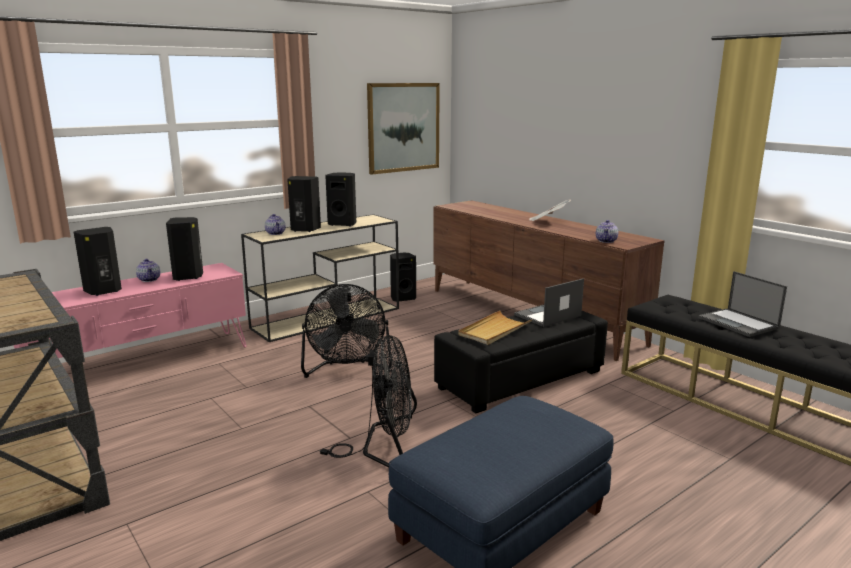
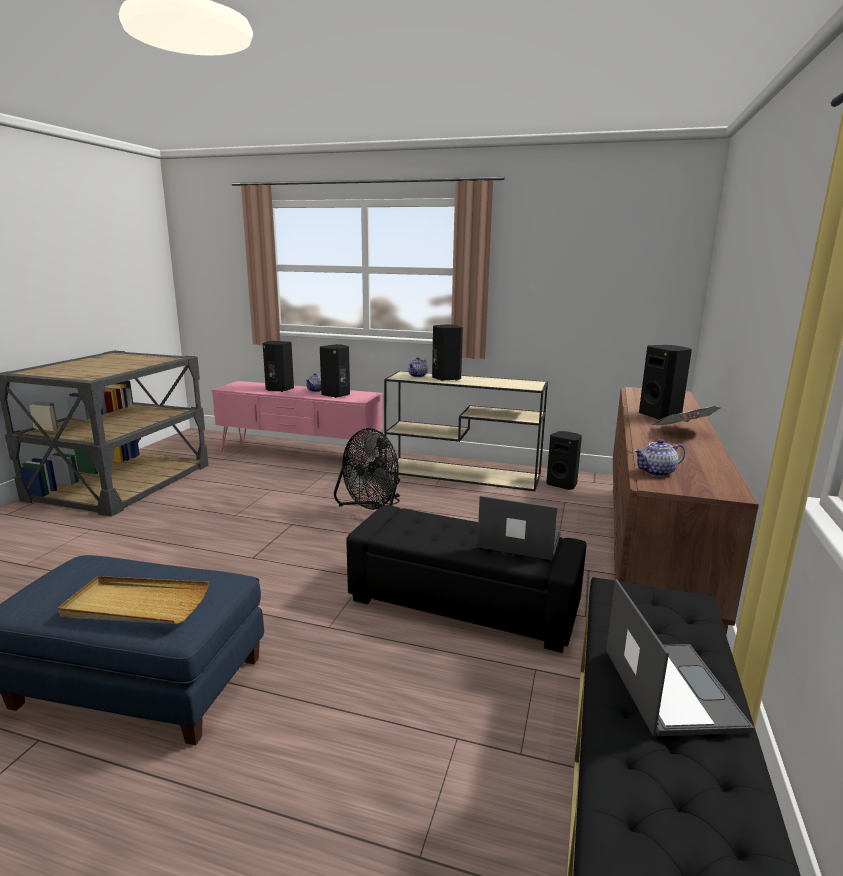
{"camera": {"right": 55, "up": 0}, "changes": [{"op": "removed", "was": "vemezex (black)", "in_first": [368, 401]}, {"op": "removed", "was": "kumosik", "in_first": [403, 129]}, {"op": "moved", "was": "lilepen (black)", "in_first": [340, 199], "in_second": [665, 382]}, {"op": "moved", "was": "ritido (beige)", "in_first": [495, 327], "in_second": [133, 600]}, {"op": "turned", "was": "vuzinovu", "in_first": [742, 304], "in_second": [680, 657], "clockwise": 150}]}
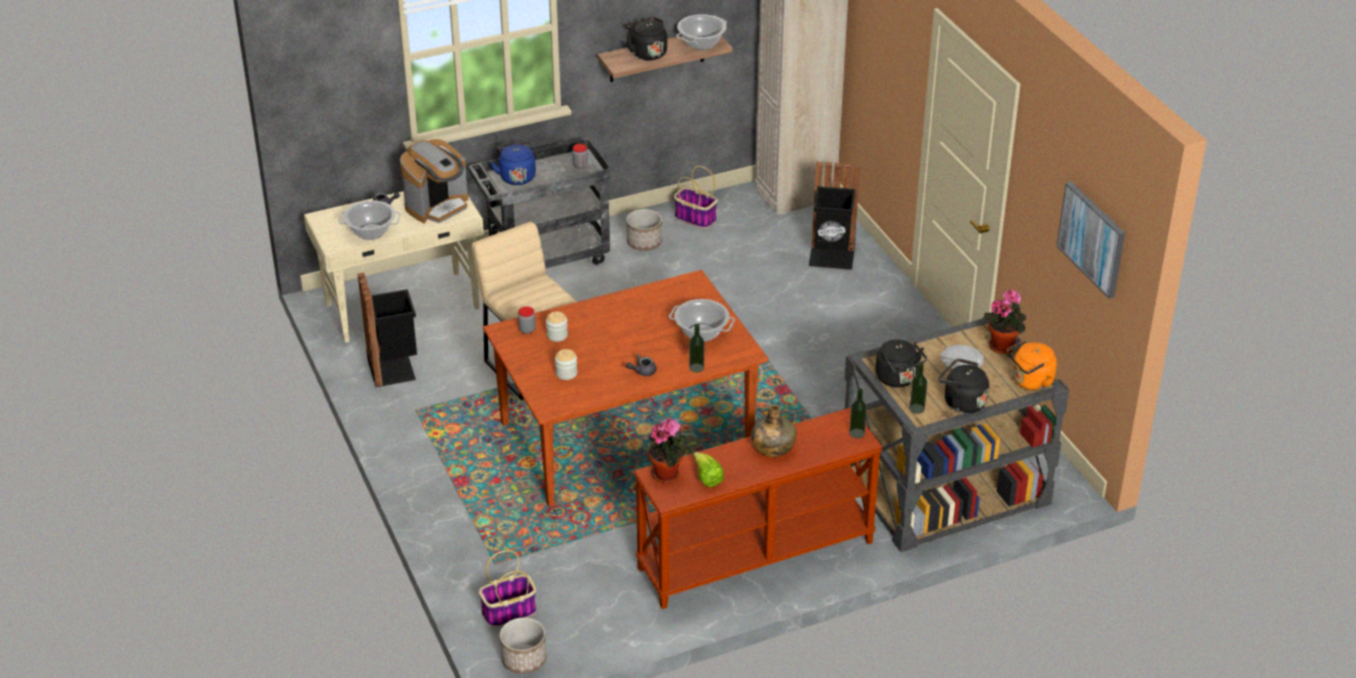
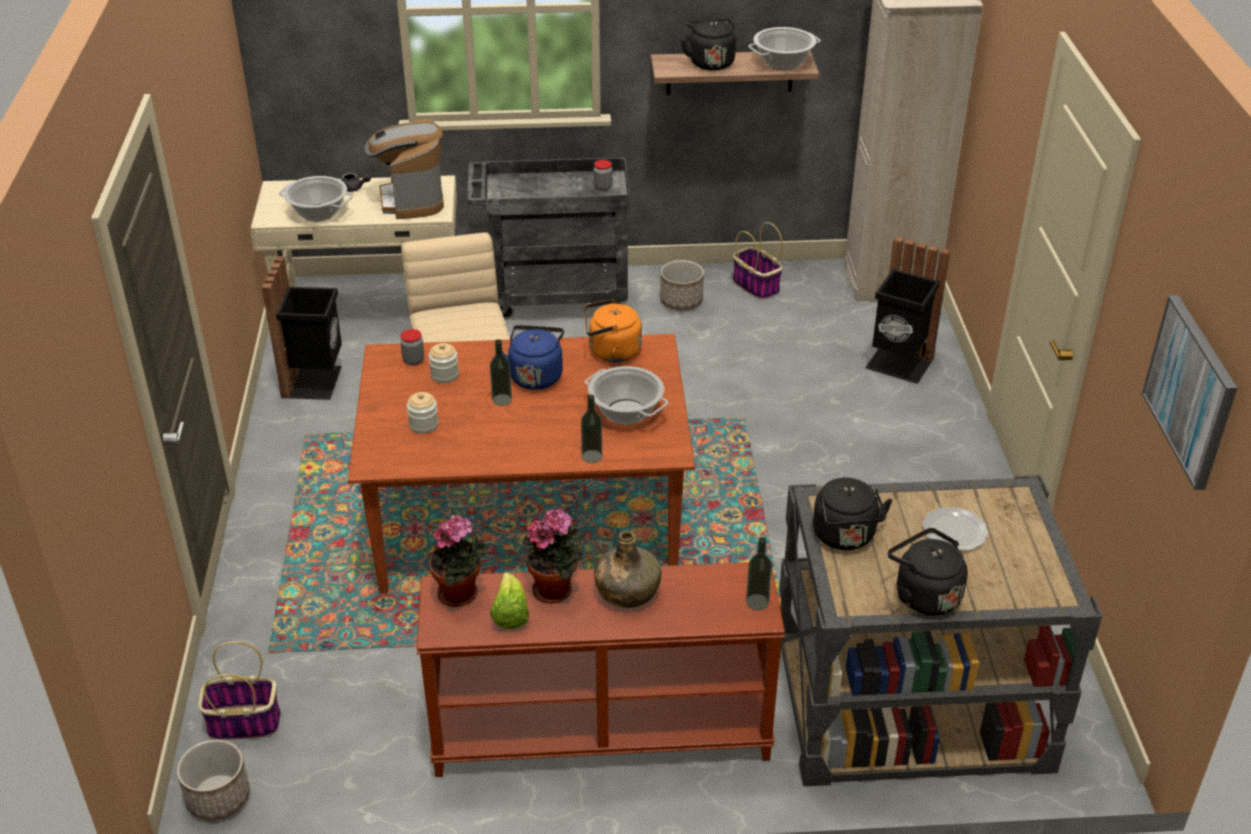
{"camera": {"right": 20, "up": 0}, "changes": [{"op": "removed", "was": "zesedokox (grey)", "in_first": [641, 365]}, {"op": "moved", "was": "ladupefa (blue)", "in_first": [513, 163], "in_second": [533, 357]}, {"op": "moved", "was": "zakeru", "in_first": [918, 388], "in_second": [501, 372]}, {"op": "moved", "was": "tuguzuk", "in_first": [1005, 322], "in_second": [553, 556]}, {"op": "moved", "was": "ladupefa (orange)", "in_first": [1032, 365], "in_second": [613, 331]}, {"op": "turned", "was": "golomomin", "in_first": [434, 181], "in_second": [404, 169], "clockwise": 105}]}
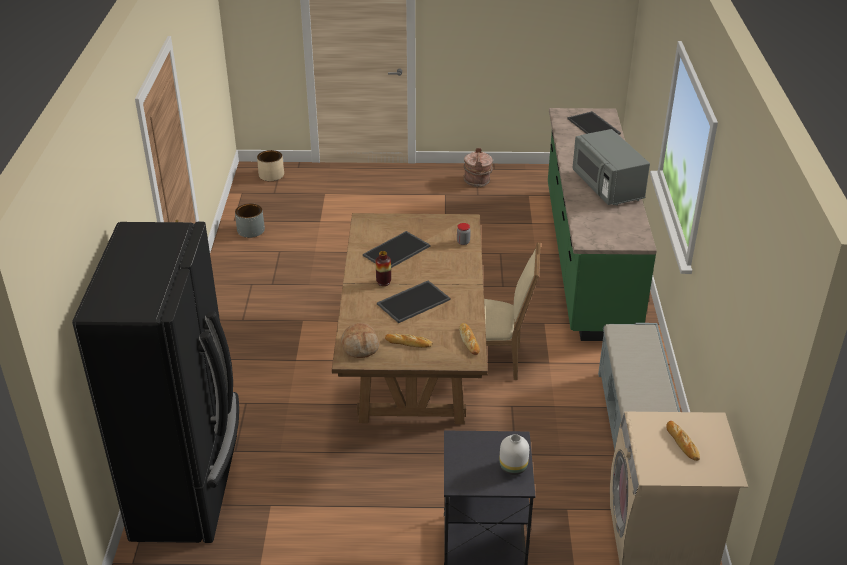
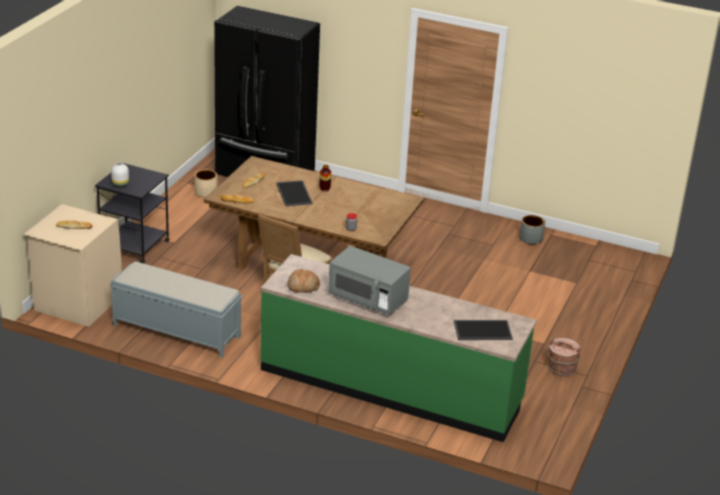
{"camera": {"right": 110, "up": -5}, "changes": [{"op": "removed", "was": "ritido", "in_first": [396, 249]}, {"op": "moved", "was": "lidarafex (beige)", "in_first": [270, 165], "in_second": [206, 184]}, {"op": "moved", "was": "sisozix", "in_first": [360, 340], "in_second": [303, 281]}, {"op": "turned", "was": "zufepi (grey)", "in_first": [611, 167], "in_second": [369, 280], "clockwise": -150}]}
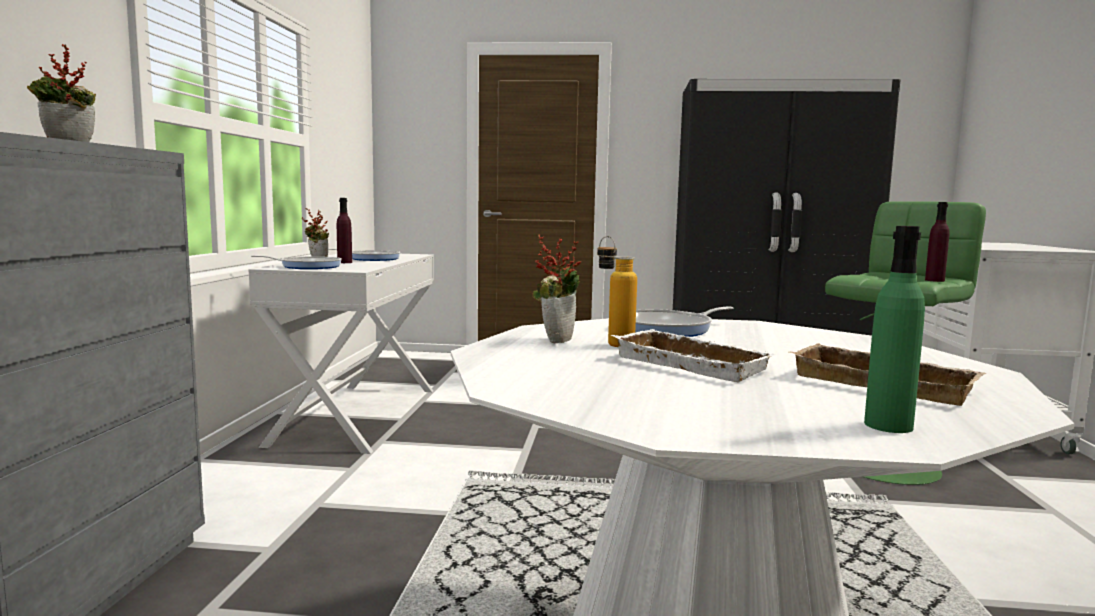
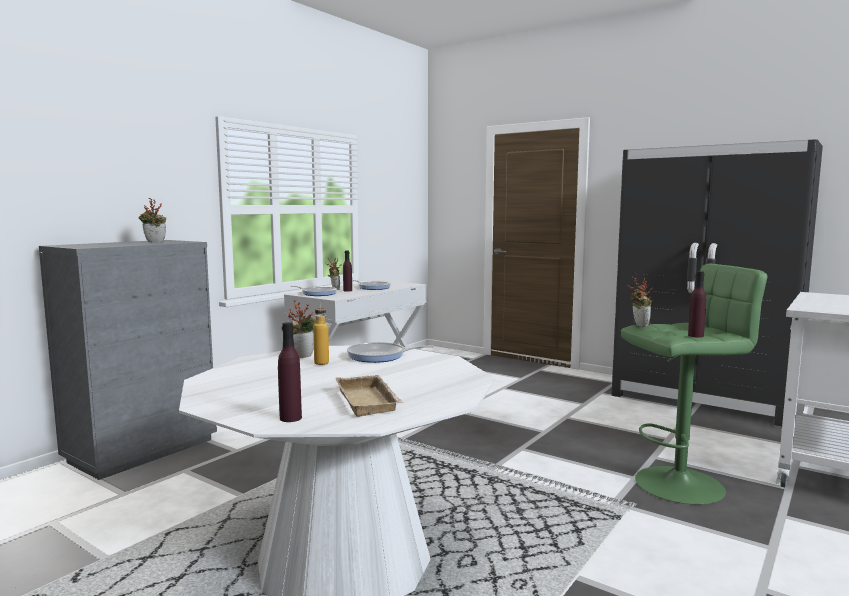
{"camera": {"right": 30, "up": 0}, "changes": [{"op": "removed", "was": "ritido (white)", "in_first": [695, 355]}, {"op": "added", "now": "tuguzuk", "in_second": [640, 302]}, {"op": "recoloured", "was": "zakeru (green)", "now": "zakeru (purple)", "in_first": [894, 329], "in_second": [290, 372]}]}
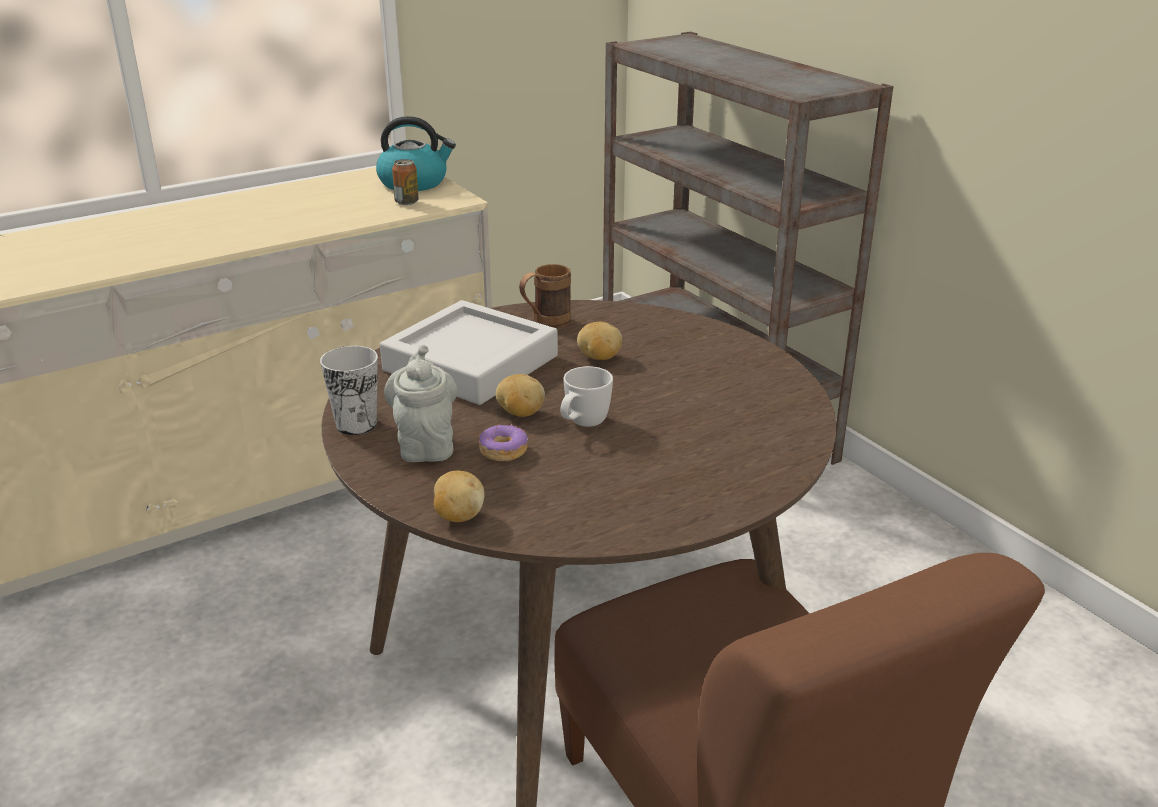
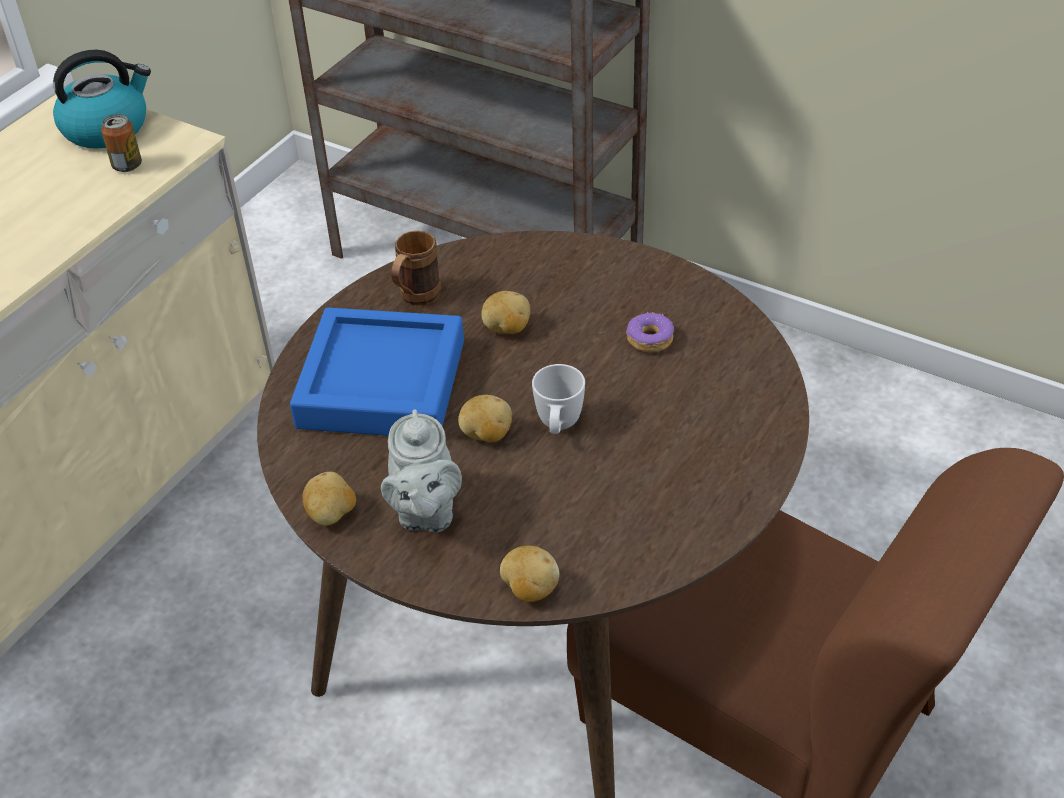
{"camera": {"right": -25, "up": 15}, "changes": [{"op": "moved", "was": "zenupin", "in_first": [503, 442], "in_second": [650, 331]}, {"op": "replaced", "was": "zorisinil", "now": "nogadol", "in_first": [349, 390], "in_second": [329, 498]}, {"op": "recoloured", "was": "ritido (grey)", "now": "ritido (blue)", "in_first": [469, 352], "in_second": [377, 371]}, {"op": "turned", "was": "zesedokox (grey)", "in_first": [421, 403], "in_second": [421, 470], "clockwise": -150}]}
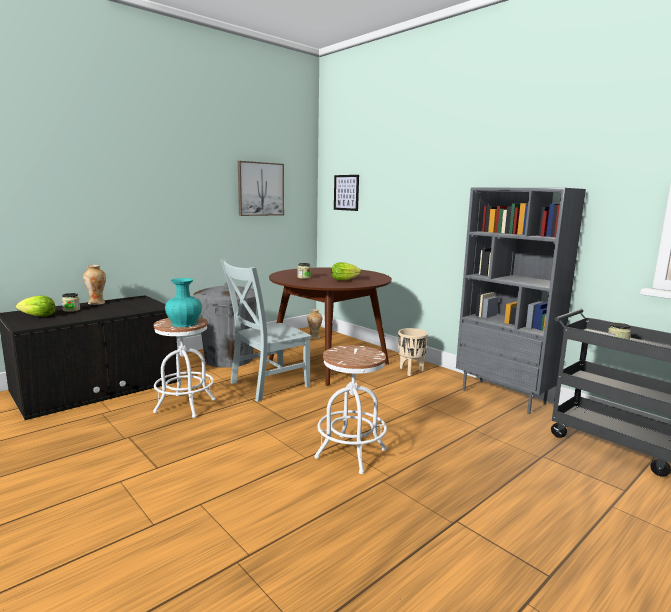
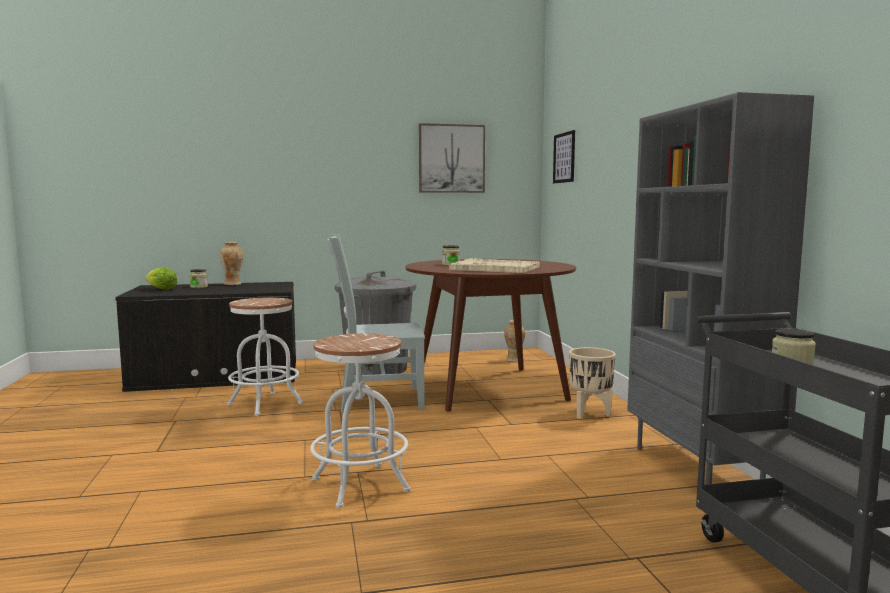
{"camera": {"right": 30, "up": -5}, "changes": [{"op": "removed", "was": "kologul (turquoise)", "in_first": [183, 302]}, {"op": "replaced", "was": "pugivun", "now": "ritido (beige)", "in_first": [346, 271], "in_second": [494, 265]}]}
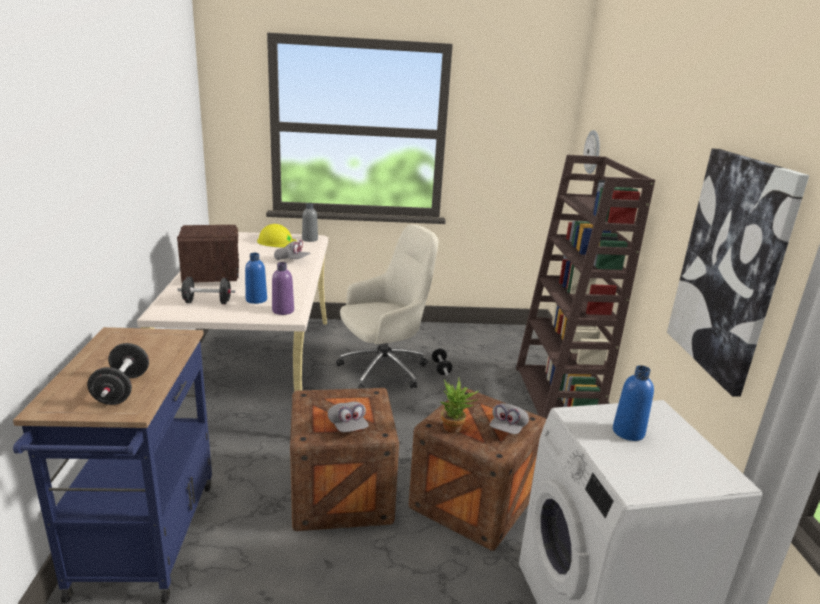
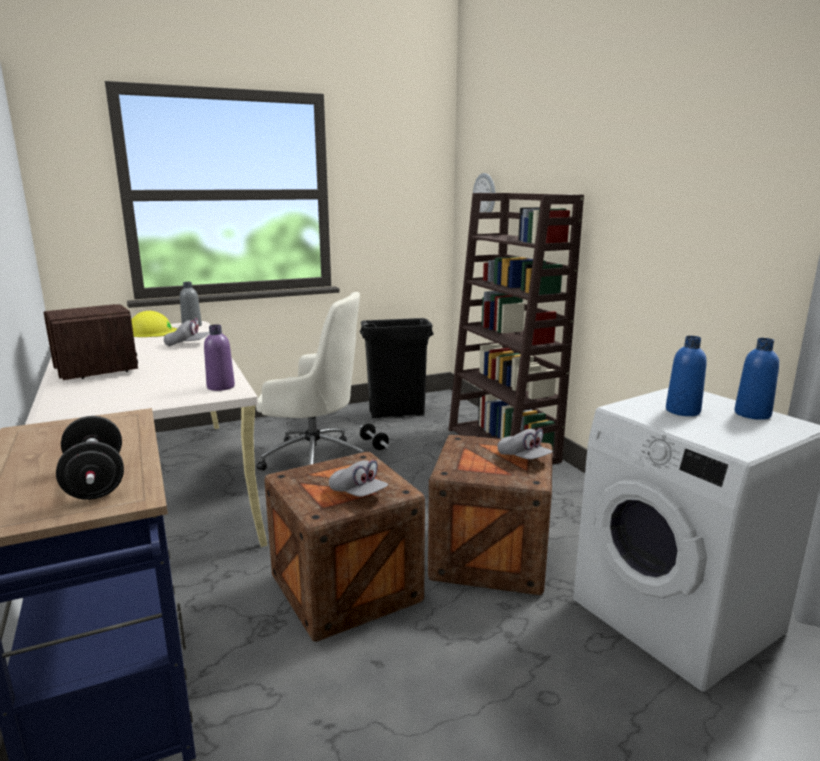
{"camera": {"right": -20, "up": -5}, "changes": [{"op": "removed", "was": "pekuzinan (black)", "in_first": [206, 290]}, {"op": "removed", "was": "tuguzuk", "in_first": [460, 405]}, {"op": "removed", "was": "kumosik", "in_first": [738, 272]}, {"op": "added", "now": "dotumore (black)", "in_second": [397, 368]}, {"op": "moved", "was": "zakeru (blue)", "in_first": [256, 278], "in_second": [756, 379]}, {"op": "turned", "was": "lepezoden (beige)", "in_first": [387, 306], "in_second": [310, 381], "clockwise": 60}, {"op": "turned", "was": "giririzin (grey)", "in_first": [509, 418], "in_second": [525, 443], "clockwise": -45}]}
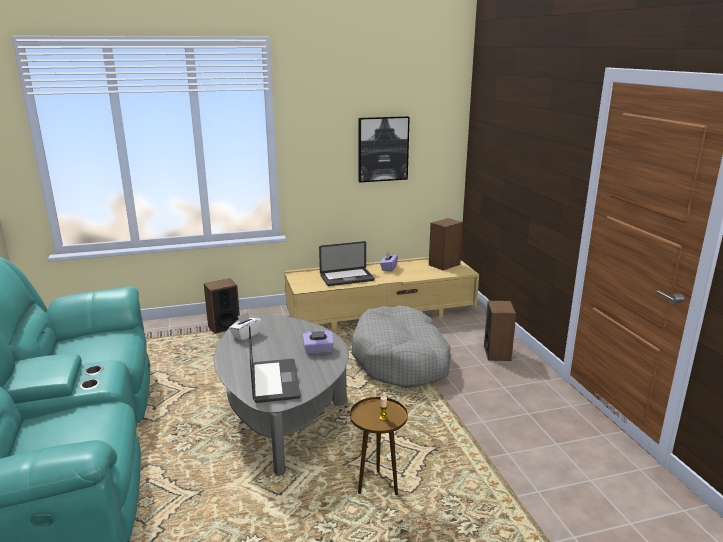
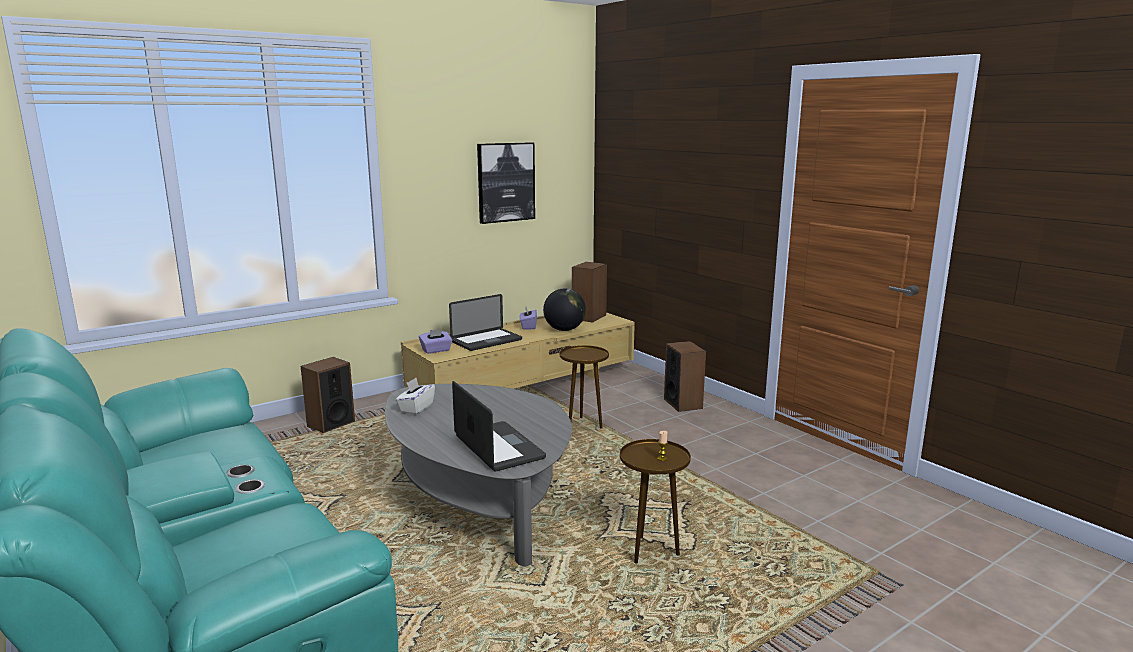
{"camera": {"right": -20, "up": -5}, "changes": [{"op": "added", "now": "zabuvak", "in_second": [564, 309]}, {"op": "moved", "was": "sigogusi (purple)", "in_first": [318, 342], "in_second": [435, 341]}, {"op": "replaced", "was": "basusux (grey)", "now": "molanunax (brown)", "in_first": [401, 346], "in_second": [584, 386]}]}
